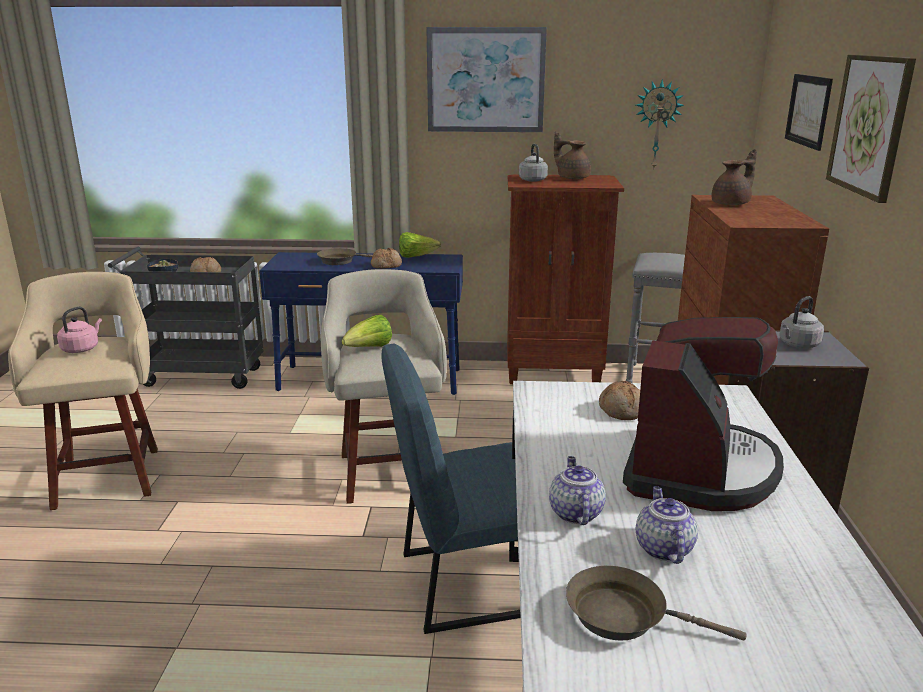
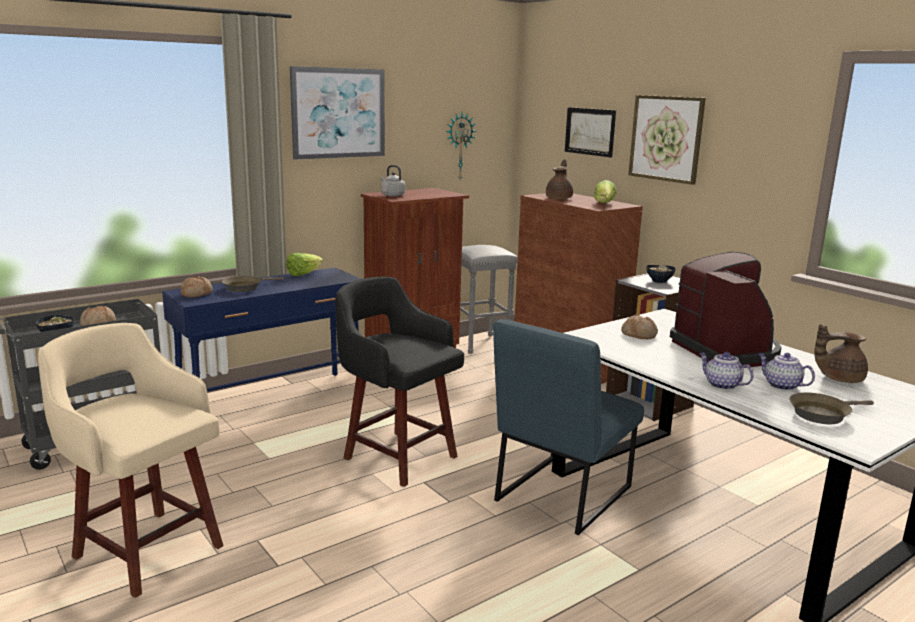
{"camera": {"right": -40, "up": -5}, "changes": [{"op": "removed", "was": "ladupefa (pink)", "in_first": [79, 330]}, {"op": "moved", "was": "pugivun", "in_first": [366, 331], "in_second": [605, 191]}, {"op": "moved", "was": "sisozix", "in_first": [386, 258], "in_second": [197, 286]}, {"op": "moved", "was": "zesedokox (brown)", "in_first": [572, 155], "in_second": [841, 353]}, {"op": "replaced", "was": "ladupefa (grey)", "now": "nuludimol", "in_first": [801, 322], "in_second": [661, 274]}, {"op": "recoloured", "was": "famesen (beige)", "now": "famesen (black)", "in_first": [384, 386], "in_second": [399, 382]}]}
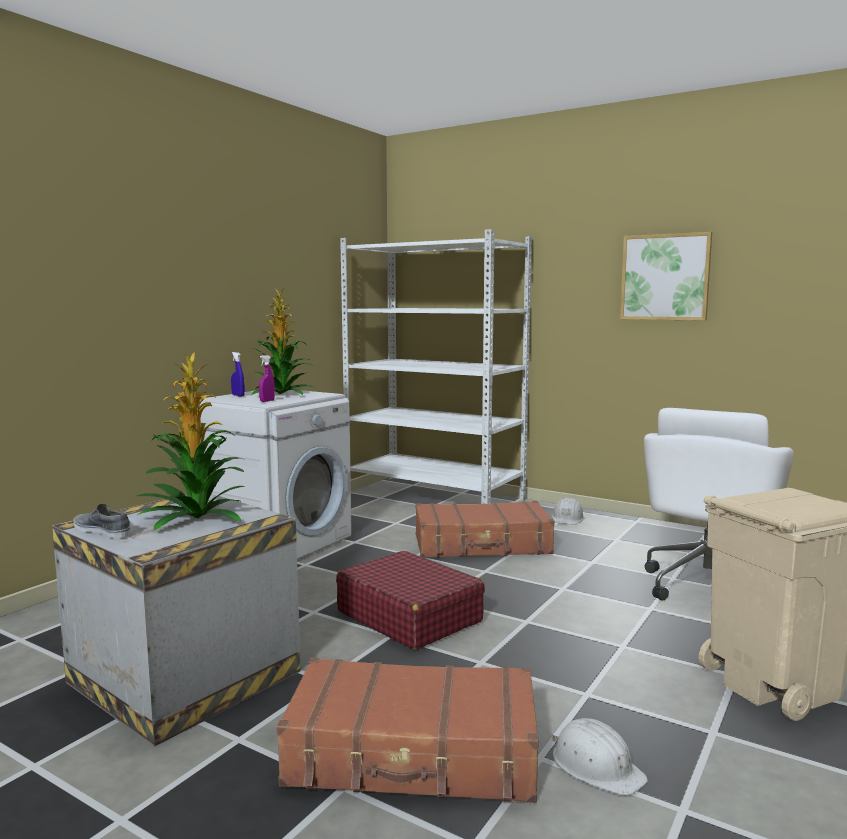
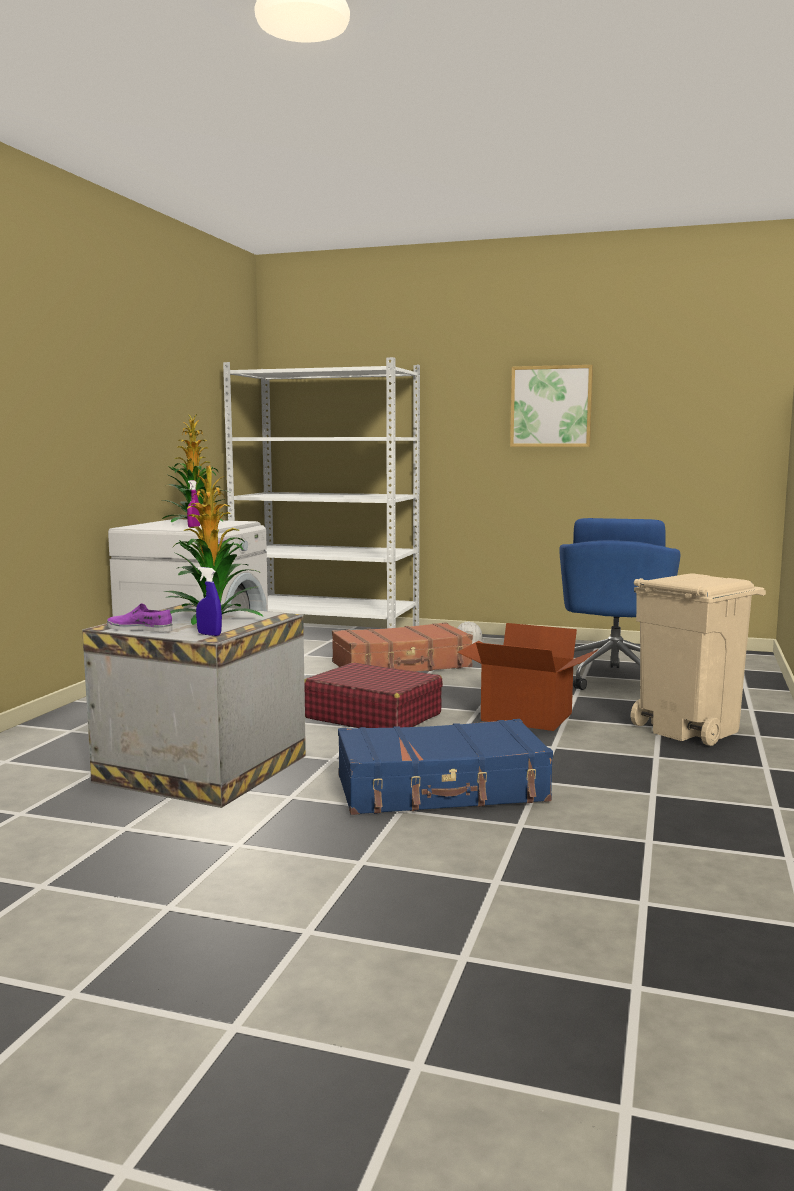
{"camera": {"right": -15, "up": 0}, "changes": [{"op": "removed", "was": "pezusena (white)", "in_first": [600, 757]}, {"op": "added", "now": "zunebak", "in_second": [527, 677]}, {"op": "moved", "was": "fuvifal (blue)", "in_first": [238, 374], "in_second": [209, 601]}, {"op": "recoloured", "was": "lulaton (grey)", "now": "lulaton (purple)", "in_first": [101, 521], "in_second": [140, 617]}, {"op": "recoloured", "was": "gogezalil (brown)", "now": "gogezalil (blue)", "in_first": [407, 730], "in_second": [445, 767]}, {"op": "recoloured", "was": "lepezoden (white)", "now": "lepezoden (blue)", "in_first": [718, 504], "in_second": [619, 604]}]}
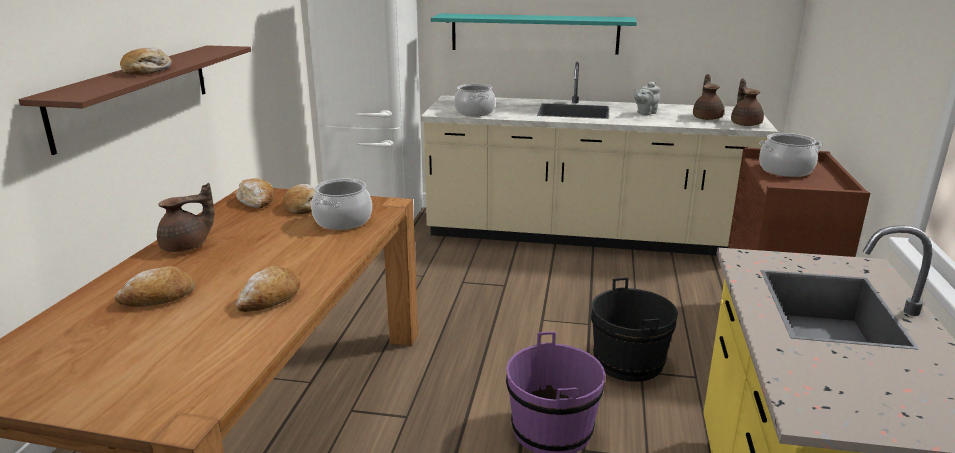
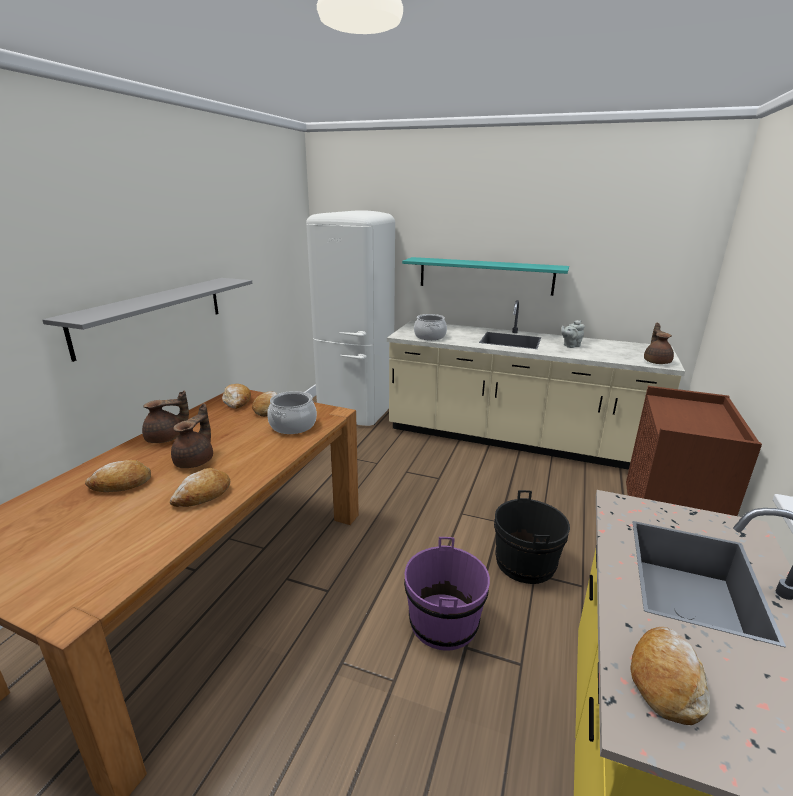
{"camera": {"right": 10, "up": 0}, "changes": [{"op": "removed", "was": "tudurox", "in_first": [790, 155]}, {"op": "moved", "was": "sisozix", "in_first": [146, 61], "in_second": [670, 676]}, {"op": "moved", "was": "zesedokox (brown)", "in_first": [708, 97], "in_second": [192, 435]}, {"op": "recoloured", "was": "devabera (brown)", "now": "devabera (grey)", "in_first": [135, 100], "in_second": [147, 320]}]}
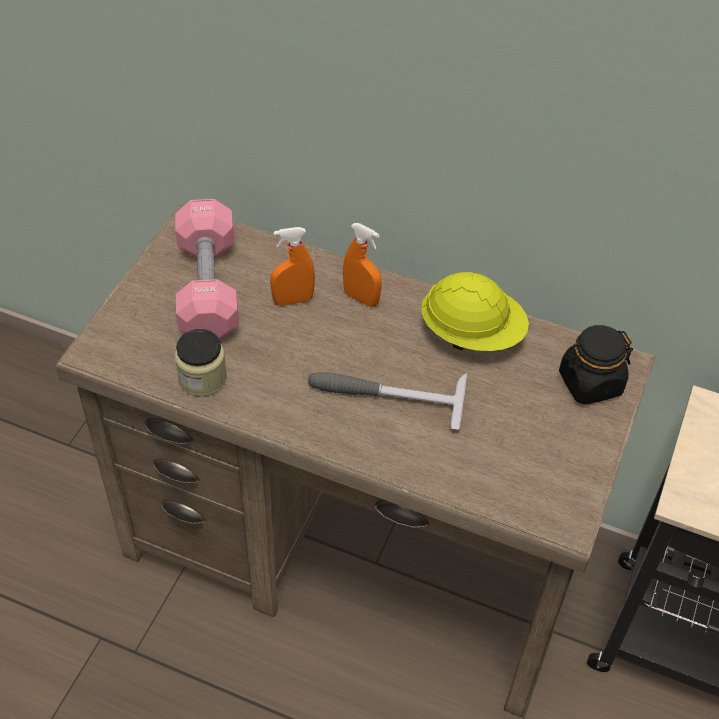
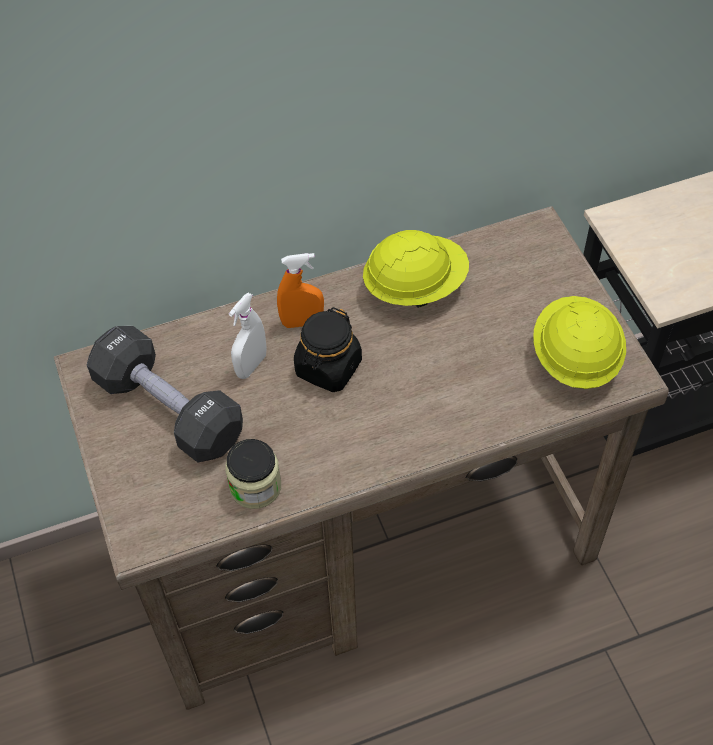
{"camera": {"right": -40, "up": 5}, "changes": [{"op": "removed", "was": "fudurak", "in_first": [388, 400]}, {"op": "added", "now": "pezusena (yellow)", "in_second": [579, 342]}, {"op": "moved", "was": "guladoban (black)", "in_first": [596, 365], "in_second": [328, 349]}, {"op": "recoloured", "was": "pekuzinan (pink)", "now": "pekuzinan (black)", "in_first": [207, 269], "in_second": [165, 394]}, {"op": "recoloured", "was": "fuvifal (orange)", "now": "fuvifal (white)", "in_first": [292, 266], "in_second": [247, 336]}]}
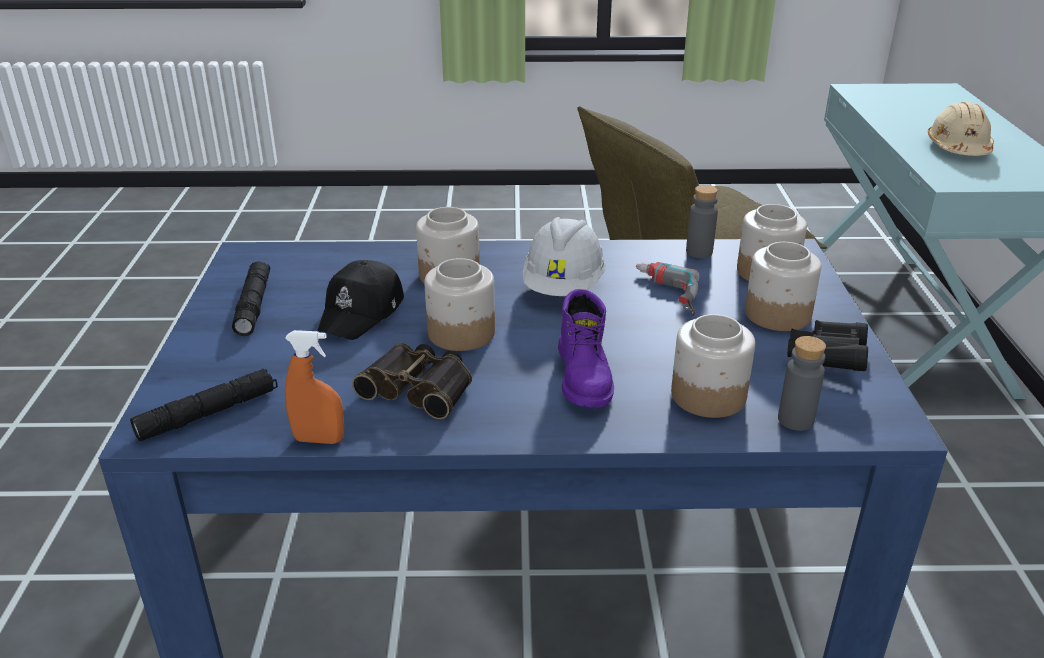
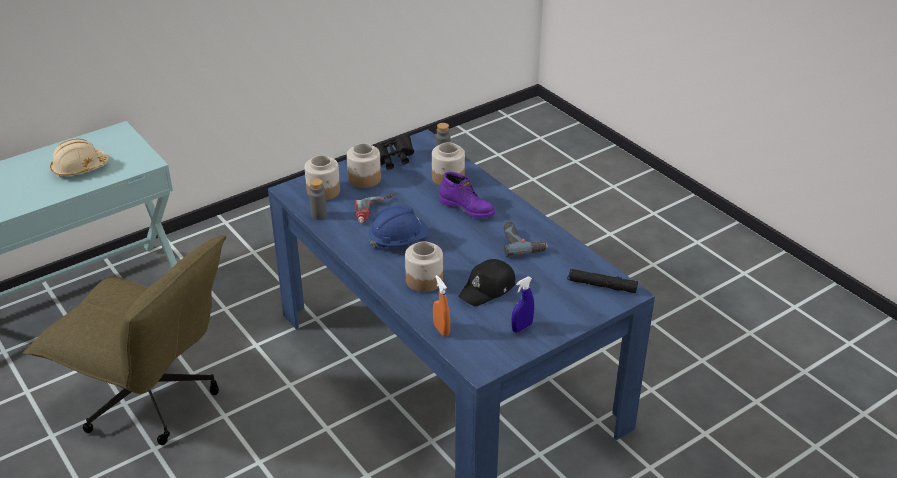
{"camera": {"right": -125, "up": 5}, "changes": [{"op": "removed", "was": "guladoban", "in_first": [459, 304]}, {"op": "moved", "was": "fuvifal (orange)", "in_first": [314, 387], "in_second": [441, 305]}, {"op": "replaced", "was": "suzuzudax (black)", "now": "fuvifal (blue)", "in_first": [251, 298], "in_second": [523, 305]}, {"op": "replaced", "was": "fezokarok", "now": "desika", "in_first": [412, 380], "in_second": [525, 239]}, {"op": "recoloured", "was": "pezusena (white)", "now": "pezusena (blue)", "in_first": [564, 256], "in_second": [399, 226]}, {"op": "turned", "was": "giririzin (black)", "in_first": [360, 300], "in_second": [486, 282], "clockwise": 150}, {"op": "turned", "was": "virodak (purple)", "in_first": [586, 348], "in_second": [467, 195], "clockwise": 75}]}
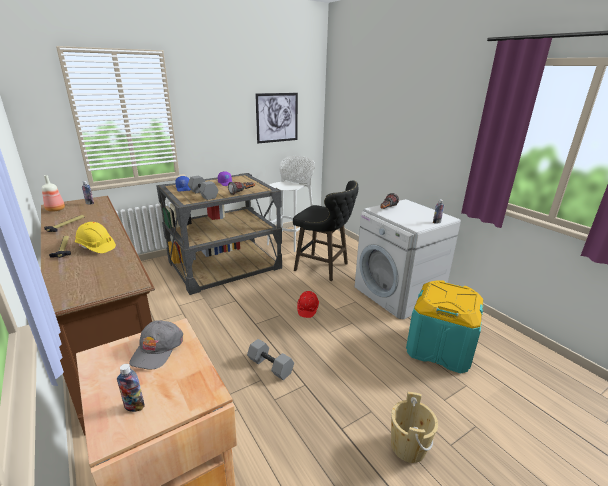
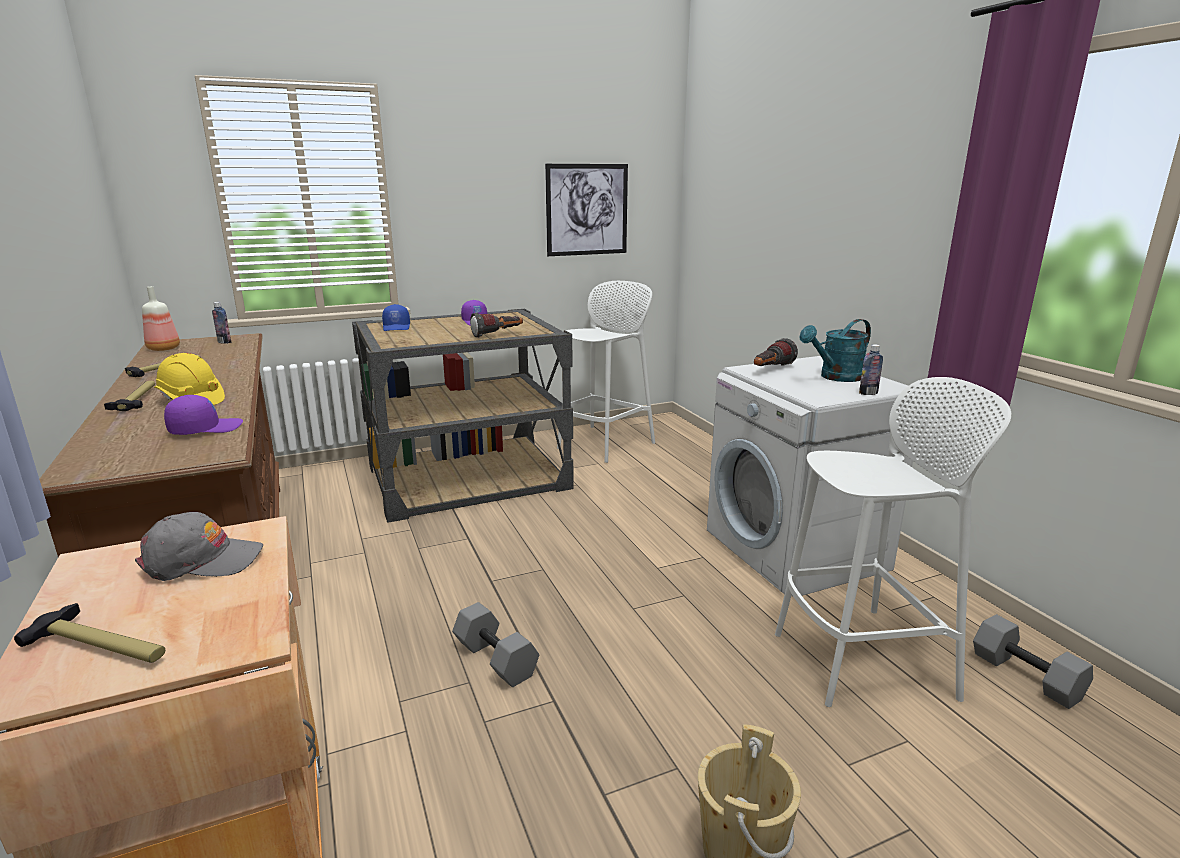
{"camera": {"right": 10, "up": -5}, "changes": [{"op": "removed", "was": "famesen (black)", "in_first": [326, 230]}, {"op": "removed", "was": "pezusena (red)", "in_first": [308, 304]}, {"op": "added", "now": "giririzin (purple)", "in_second": [203, 415]}, {"op": "added", "now": "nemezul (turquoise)", "in_second": [835, 350]}, {"op": "moved", "was": "pekuzinan (grey)", "in_first": [203, 187], "in_second": [1033, 661]}, {"op": "replaced", "was": "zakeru", "now": "fudurak", "in_first": [131, 388], "in_second": [89, 633]}, {"op": "replaced", "was": "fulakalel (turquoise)", "now": "famesen (white)", "in_first": [444, 327], "in_second": [893, 542]}, {"op": "turned", "was": "giririzin (grey)", "in_first": [156, 345], "in_second": [199, 546], "clockwise": -120}]}
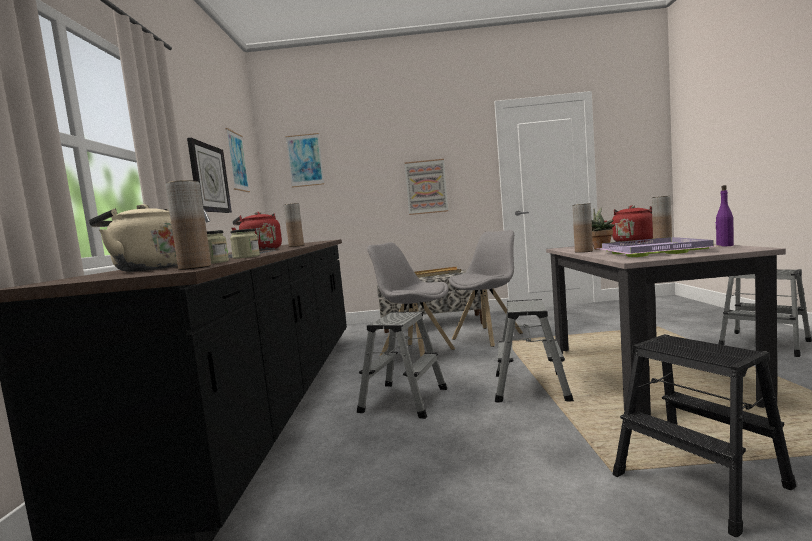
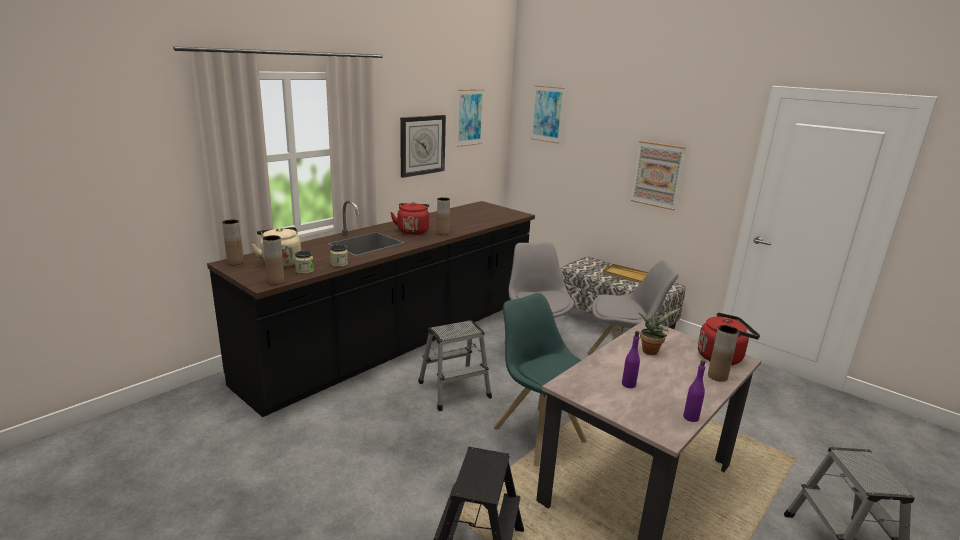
{"camera": {"right": 40, "up": 15}, "changes": [{"op": "moved", "was": "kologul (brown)", "in_first": [582, 228], "in_second": [233, 242]}, {"op": "replaced", "was": "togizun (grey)", "now": "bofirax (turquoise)", "in_first": [534, 350], "in_second": [540, 380]}, {"op": "replaced", "was": "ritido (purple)", "now": "zakeru (purple)", "in_first": [657, 247], "in_second": [631, 359]}]}
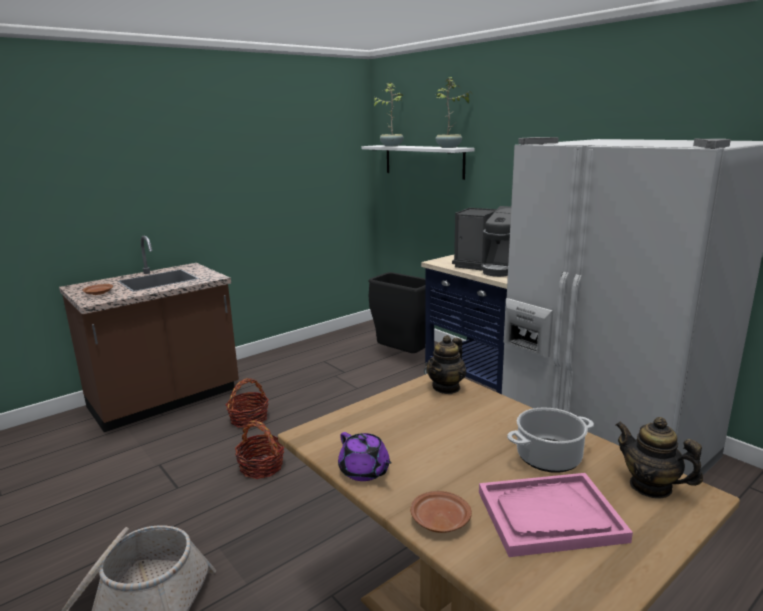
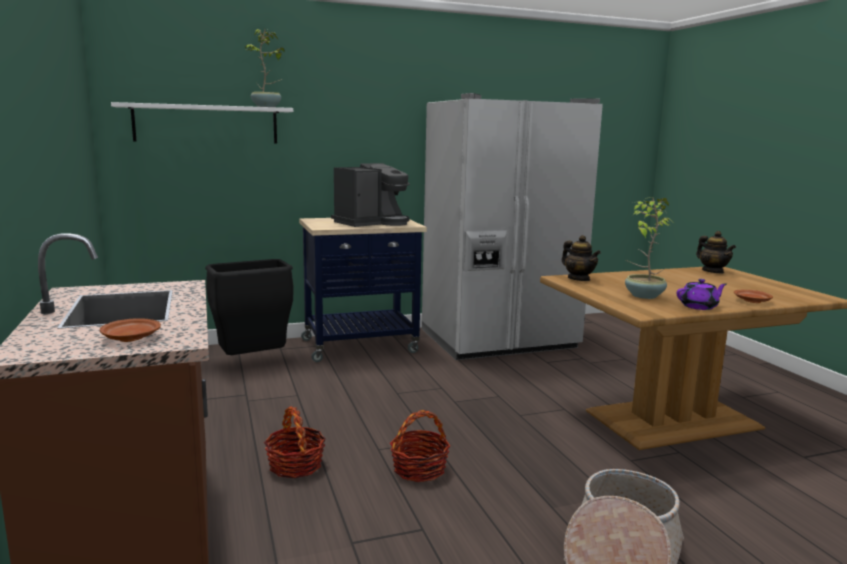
{"camera": {"right": -70, "up": -5}, "changes": [{"op": "removed", "was": "ritido (pink)", "in_first": [556, 515]}, {"op": "removed", "was": "tudurox", "in_first": [550, 440]}, {"op": "moved", "was": "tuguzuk", "in_first": [387, 115], "in_second": [649, 248]}, {"op": "turned", "was": "zesedokox", "in_first": [659, 458], "in_second": [716, 252], "clockwise": -90}]}
